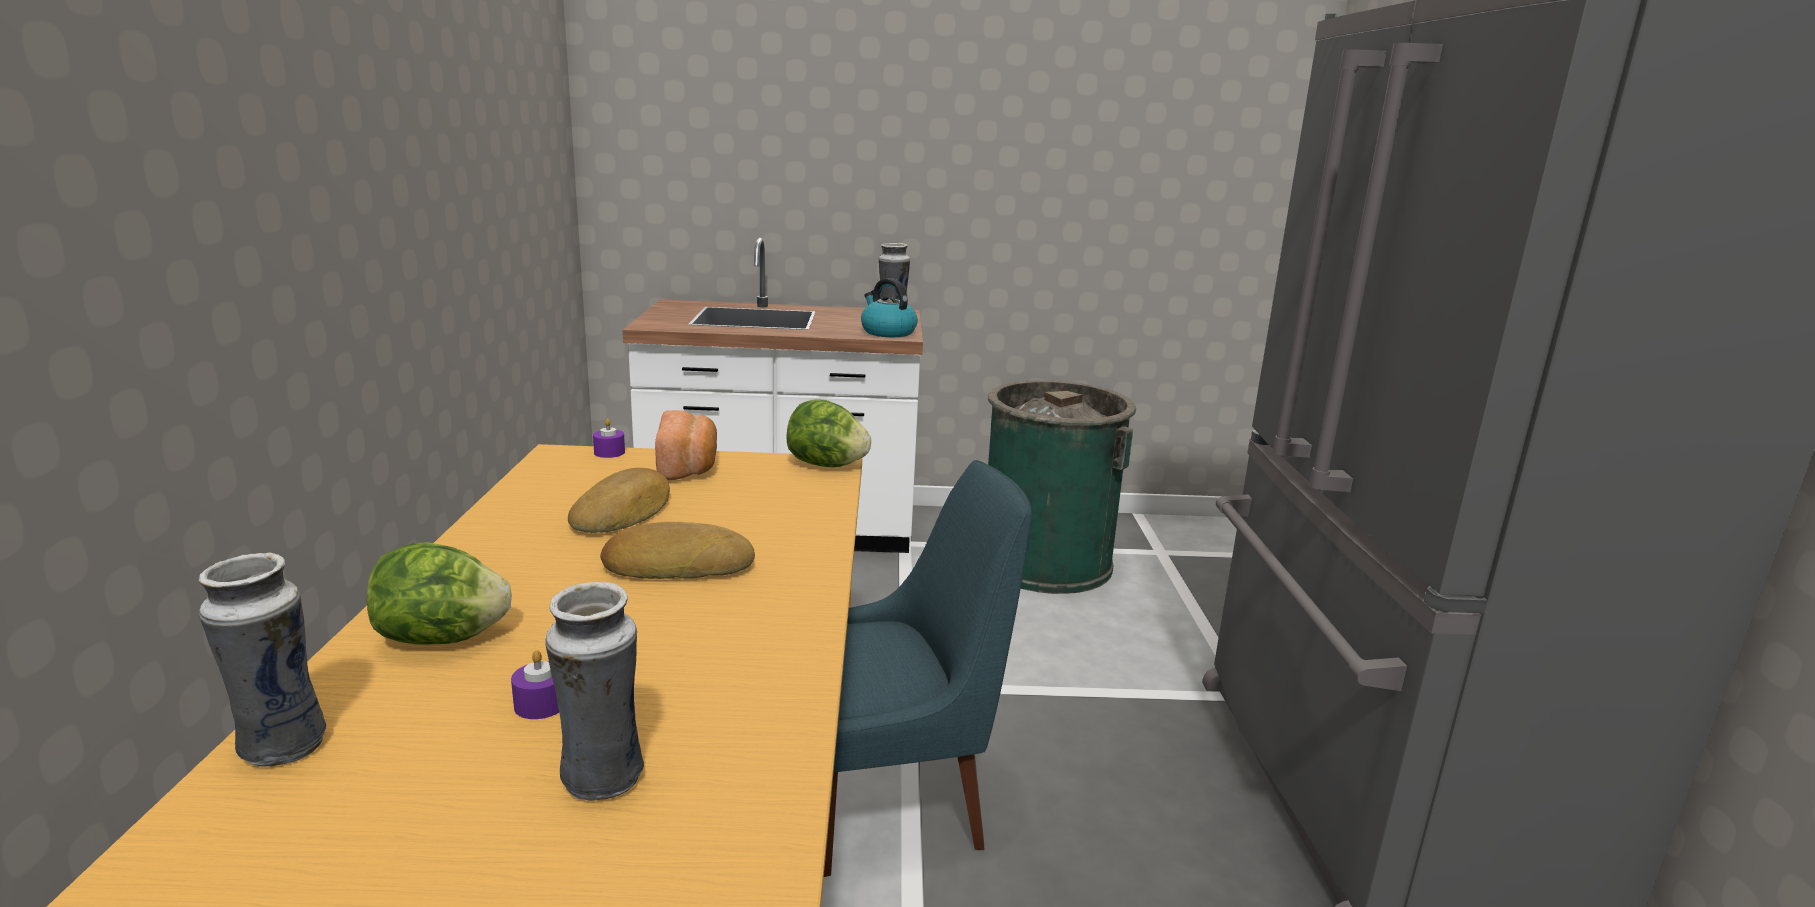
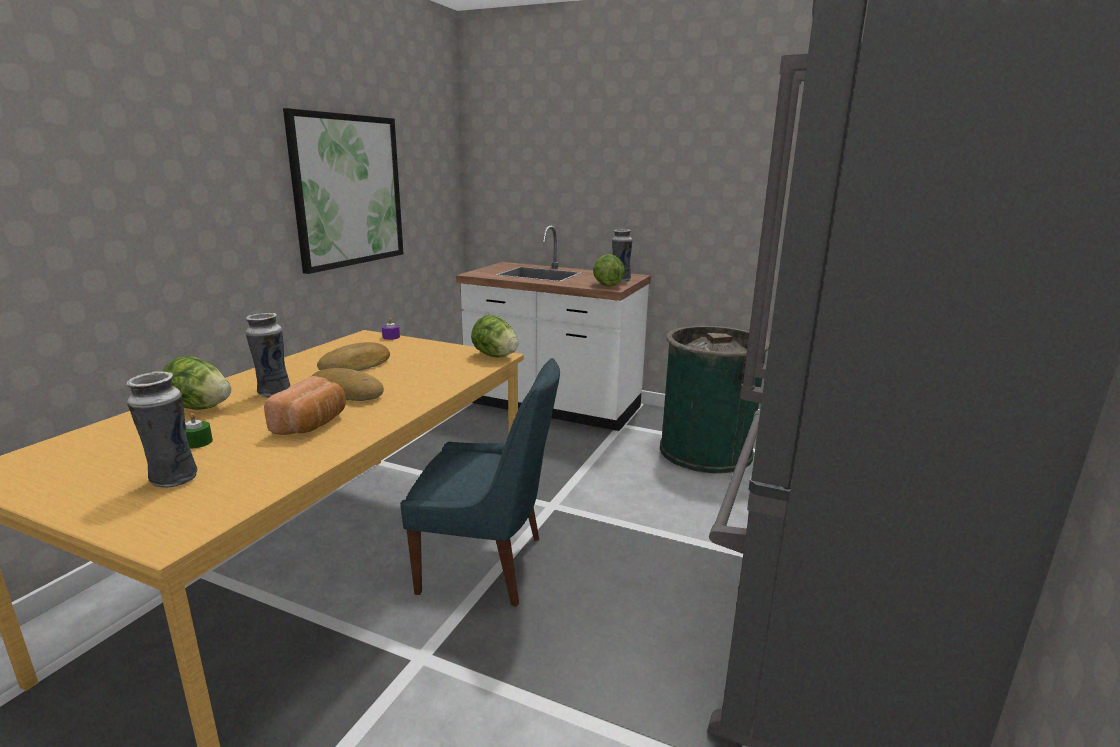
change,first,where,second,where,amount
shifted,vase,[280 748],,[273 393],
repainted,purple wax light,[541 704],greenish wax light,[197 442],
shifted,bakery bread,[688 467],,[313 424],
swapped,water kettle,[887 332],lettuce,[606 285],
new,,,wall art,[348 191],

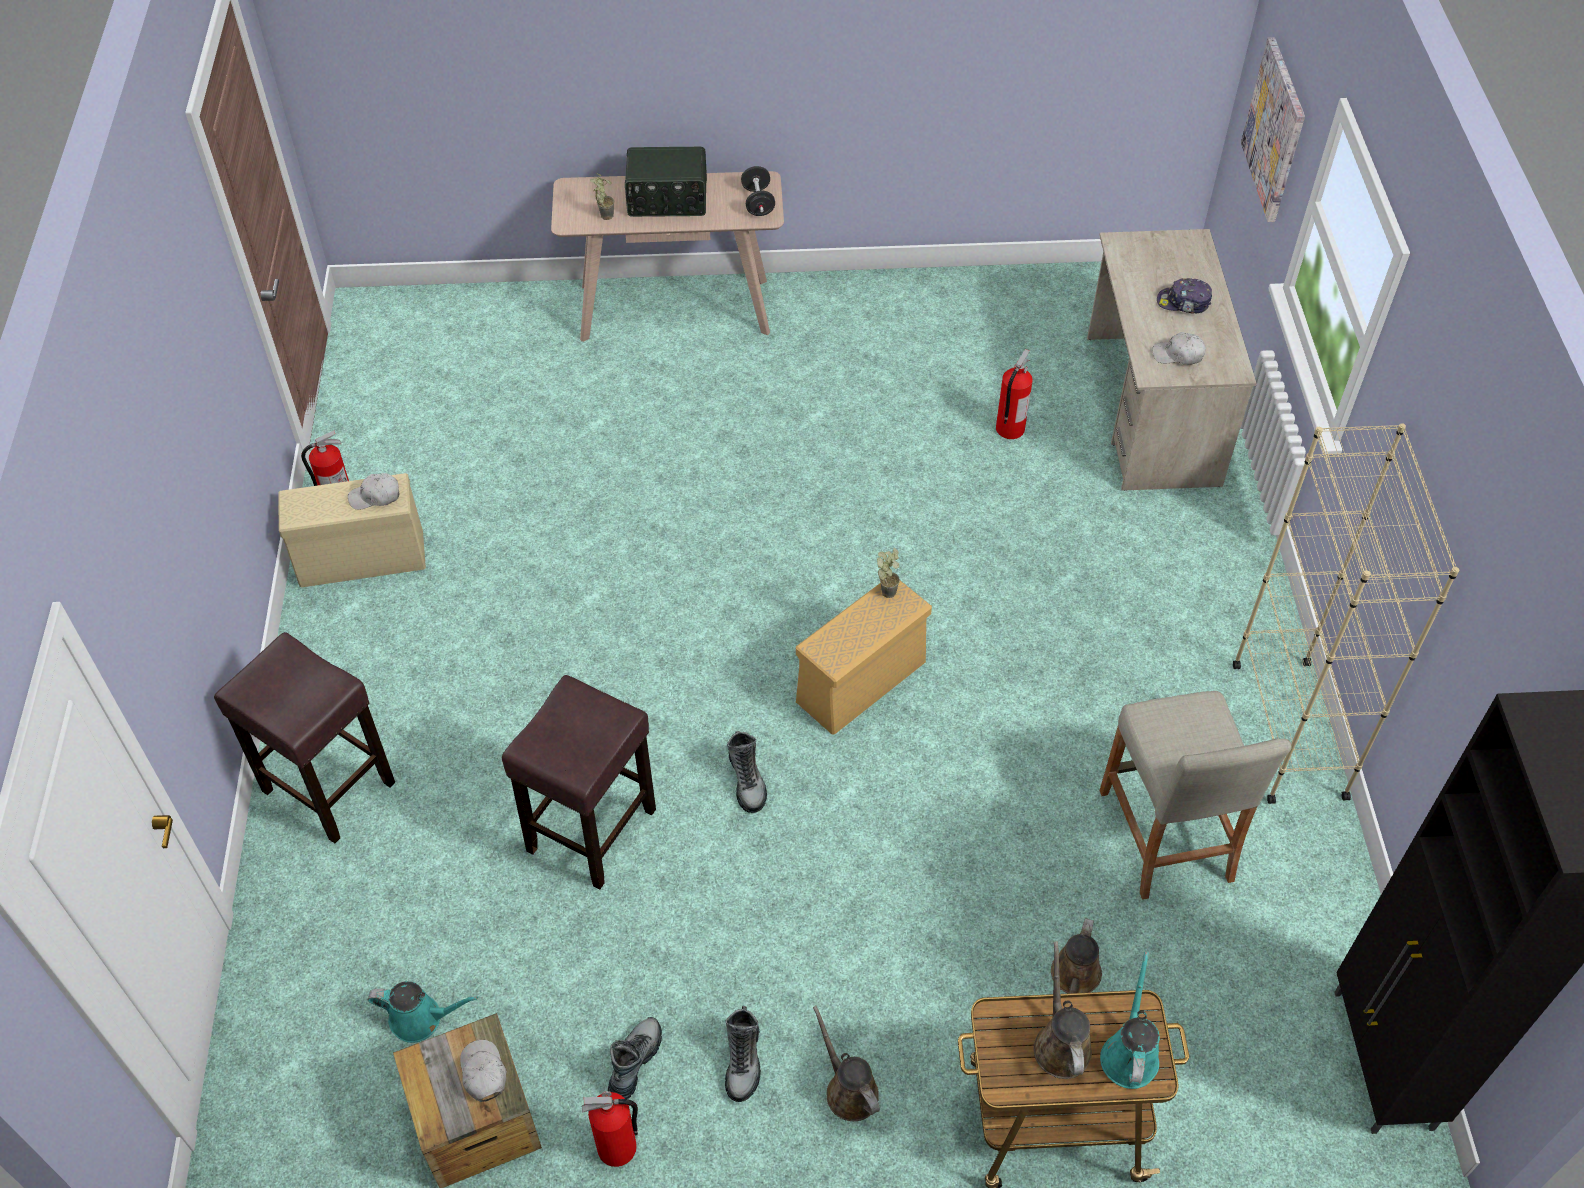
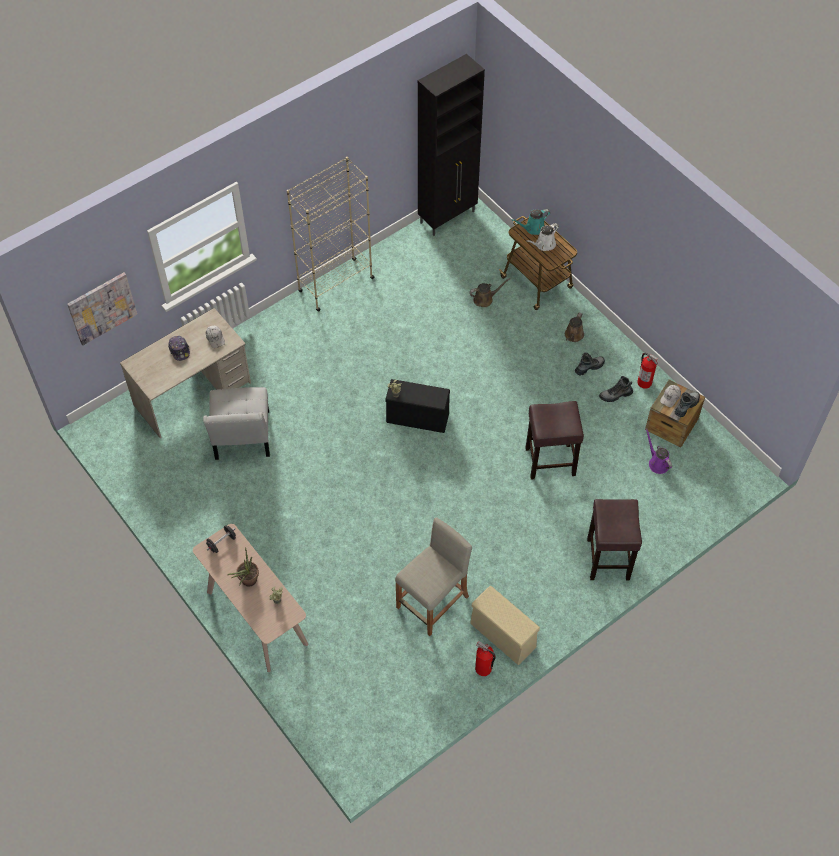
change,first,where,second,where,amount
gone,whitish cap,[375 496],,,
repainted,turquoise-coloured sprinkling can,[421 1018],purple sprinkling can,[657 463],
swapped,radio receiver,[667 200],potted plant,[247 582],
shifted,boot,[747 781],,[686 406],
repainted,sand-coloured storage container,[860 683],blackish storage container,[418 418],
swapped,extinguisher,[1009 429],whitish chair,[242 439],
repainted,brown-coloured sprinkling can,[1060 1043],whitish sprinkling can,[544 245],
shifted,sand-coloured stool seat,[1165 835],,[433 602],

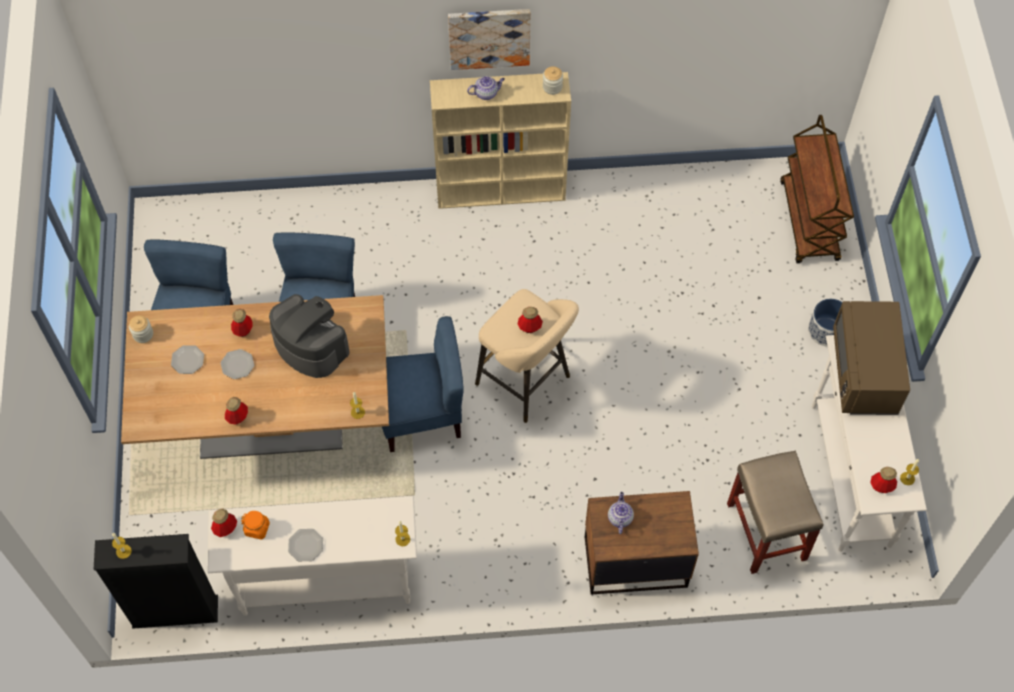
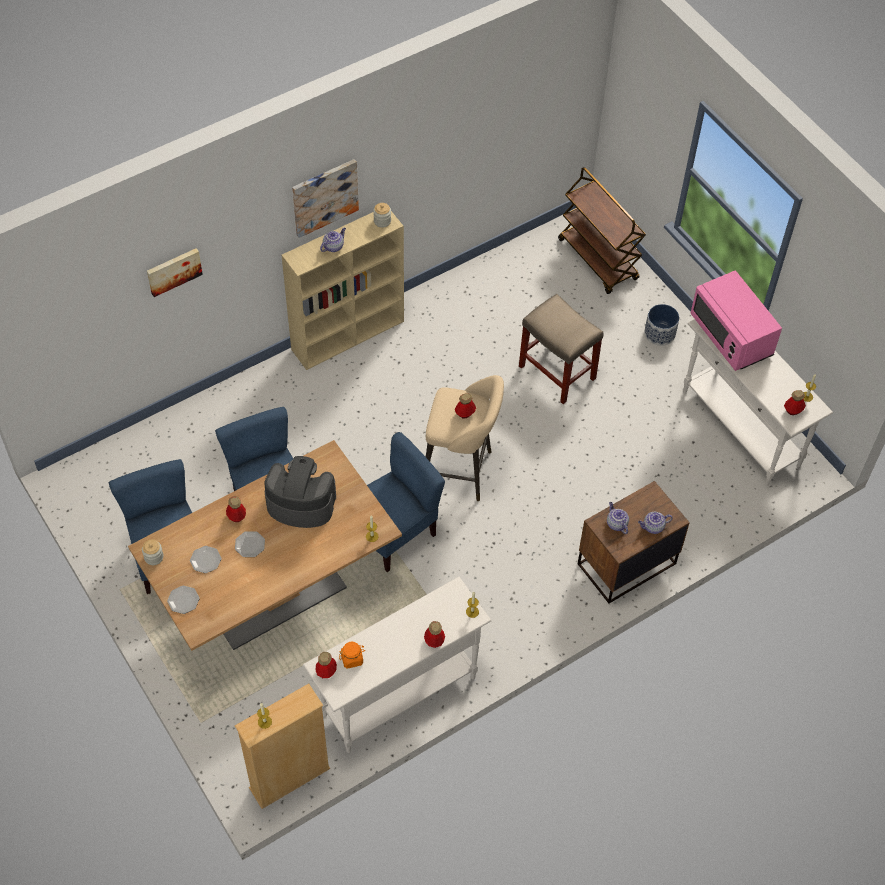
change,first,where,second,where,amount
repainted,blackish shelving unit,[175 612],sand-coloured shelving unit,[289 778],
shifted,bottle,[237 417],,[434 640],
shifted,dinner plate,[306 545],,[183 600],
shifted,sand-coloured stool seat,[765 530],,[556 372],
repainted,brown-coloured microwave,[865 372],pinkish microwave,[731 336],
new,,,wall art,[173 271],
new,,,teapot,[653 527],

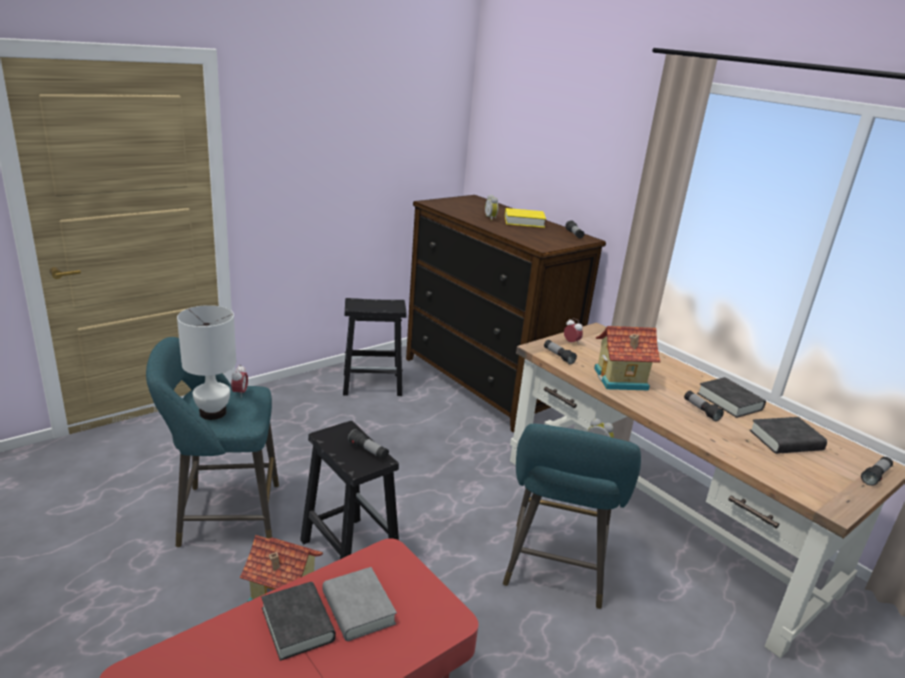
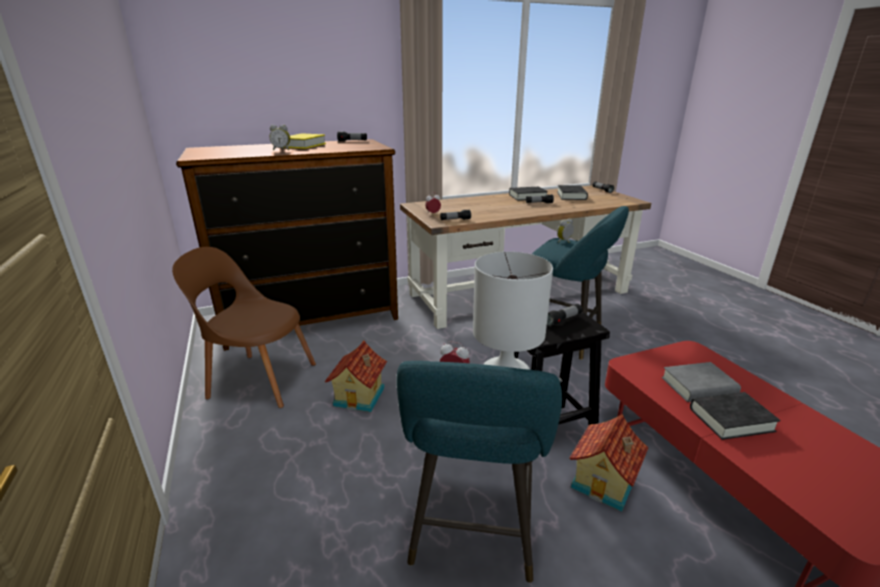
change,first,where,second,where,amount
swapped,blackish stool seat,[373 384],brown-coloured chair,[259 379],
shifted,miniature house,[621 380],,[360 396],

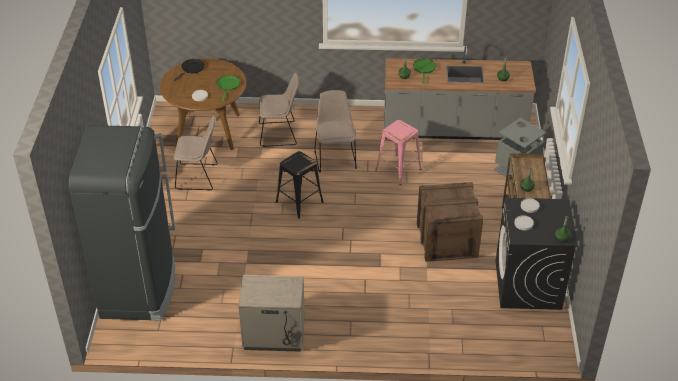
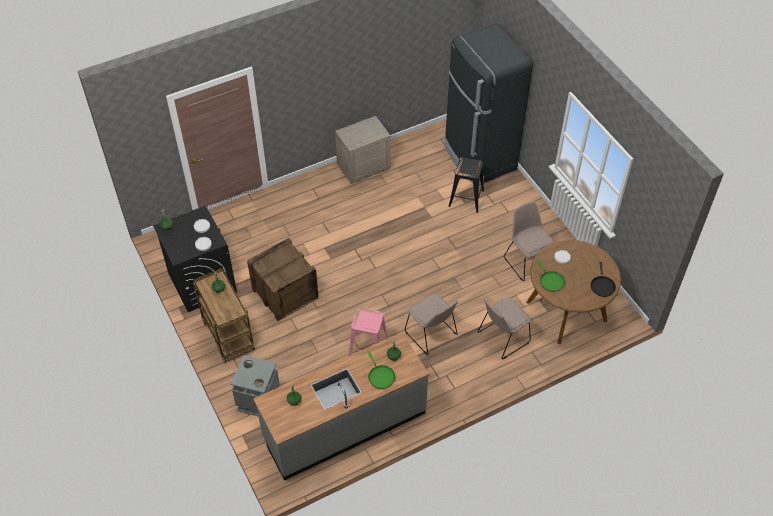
change,first,where,second,where,amount
rotated,sand-coloured chair,[199 177],,[527 261],90 degrees clockwise
shifted,blackish stool seat,[299 201],,[466 198],

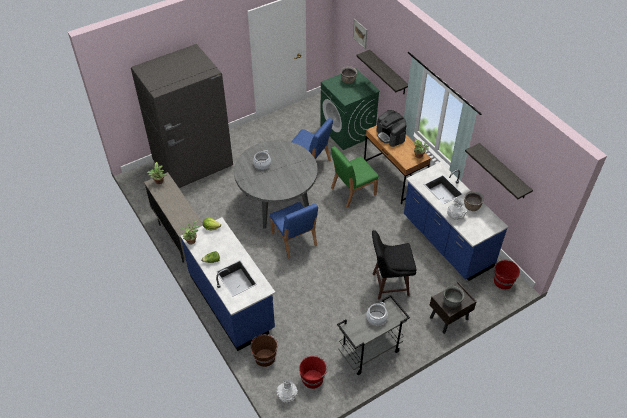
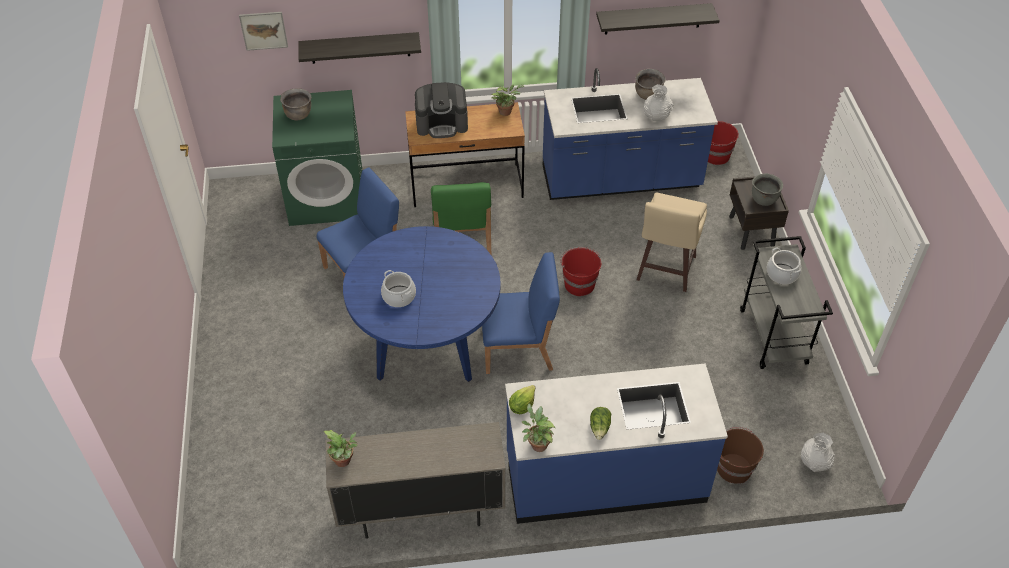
change,first,where,second,where,amount
gone,gray fridge,[193 165],,,
repainted,gray dinner table,[277 204],bluish dinner table,[427 343],
shifted,red-coloured water bucket,[313 378],,[579 284],
repainted,blackish stool seat,[389 284],sand-coloured stool seat,[665 269],

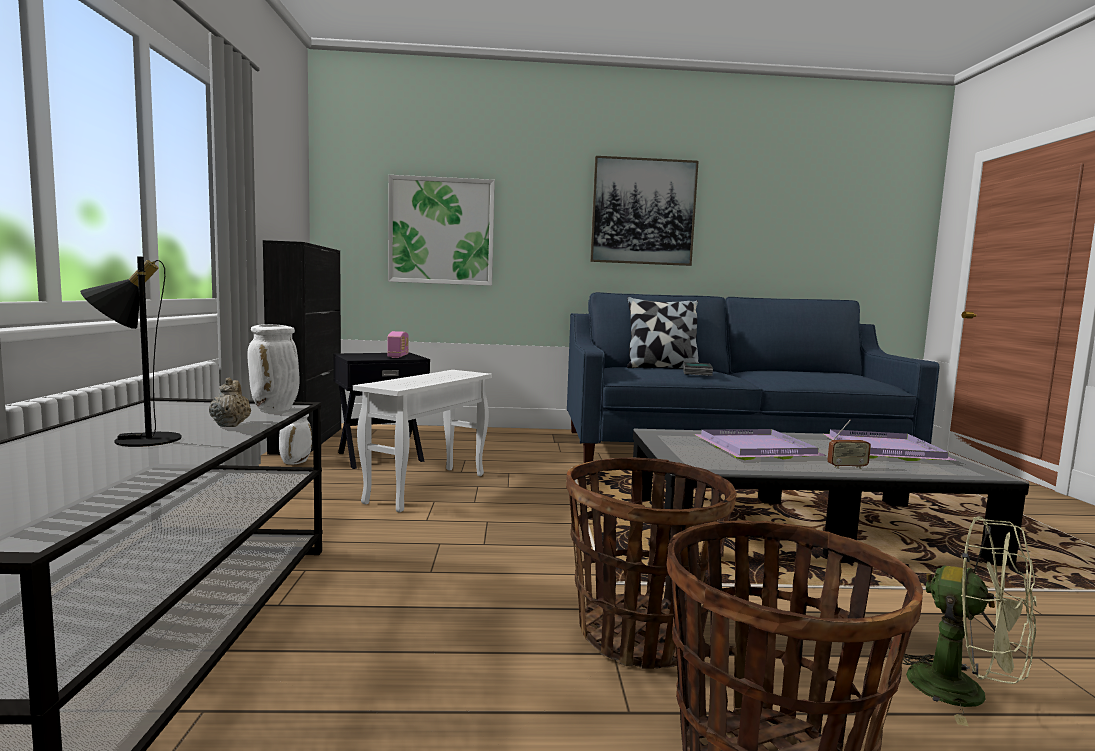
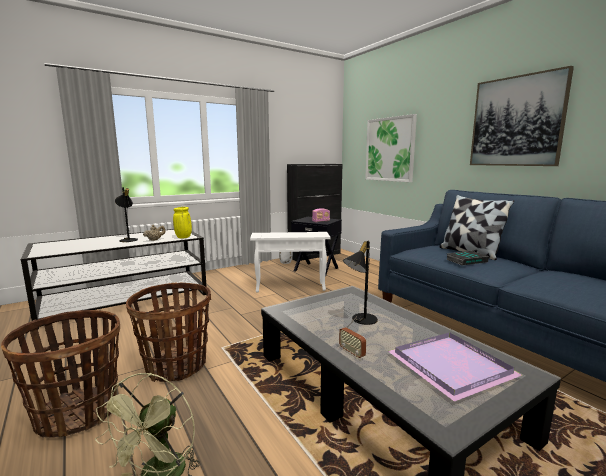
change,first,where,second,where,amount
repainted,whitish vase,[276 410],yellow-coloured vase,[183 237],
swapped,purple carrying tray,[756 448],blackish tabletop lamp,[360 320],

